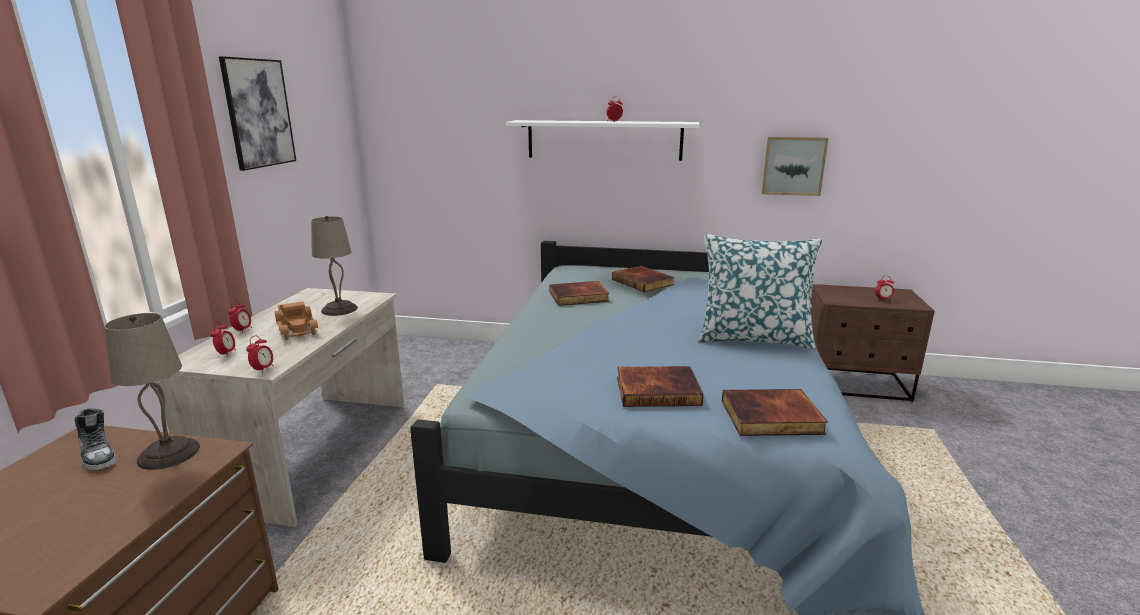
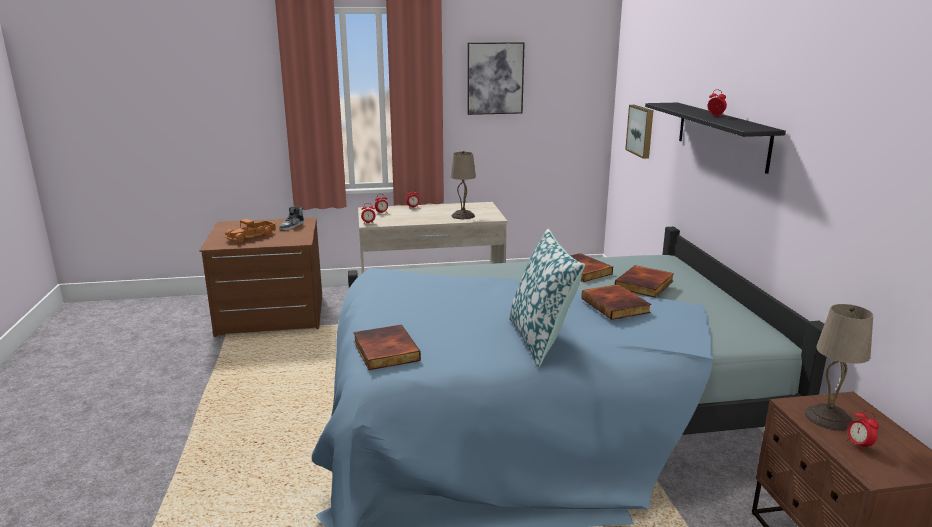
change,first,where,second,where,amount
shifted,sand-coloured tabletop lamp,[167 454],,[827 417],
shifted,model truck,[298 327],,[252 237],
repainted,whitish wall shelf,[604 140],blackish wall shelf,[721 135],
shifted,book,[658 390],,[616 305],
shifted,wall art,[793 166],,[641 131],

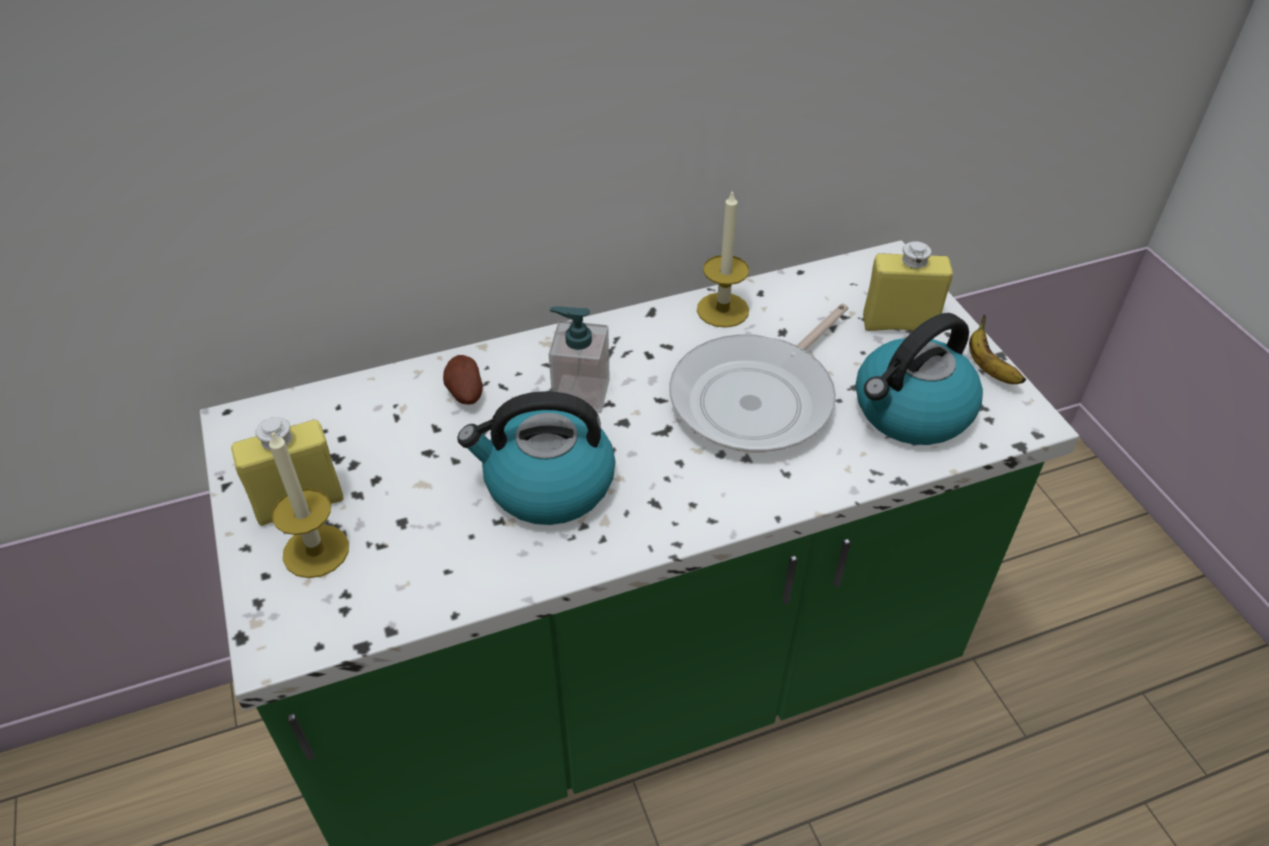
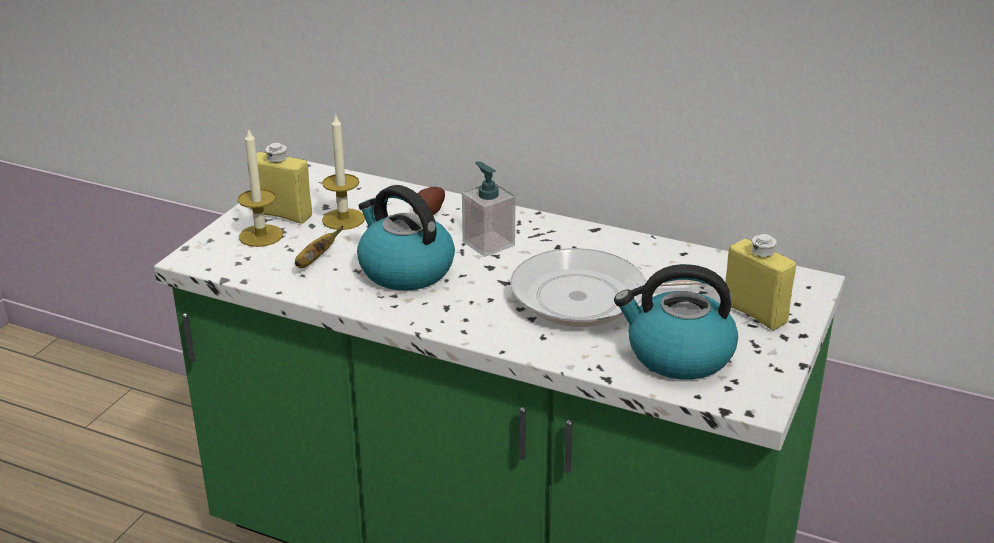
change,first,where,second,where,amount
shifted,wax light,[722 310],,[343 219],
shifted,banana,[988 368],,[315 260],

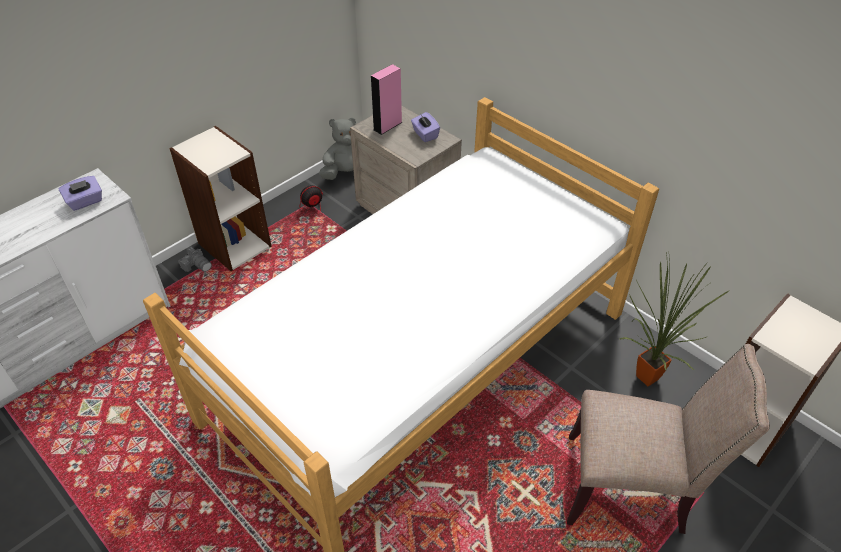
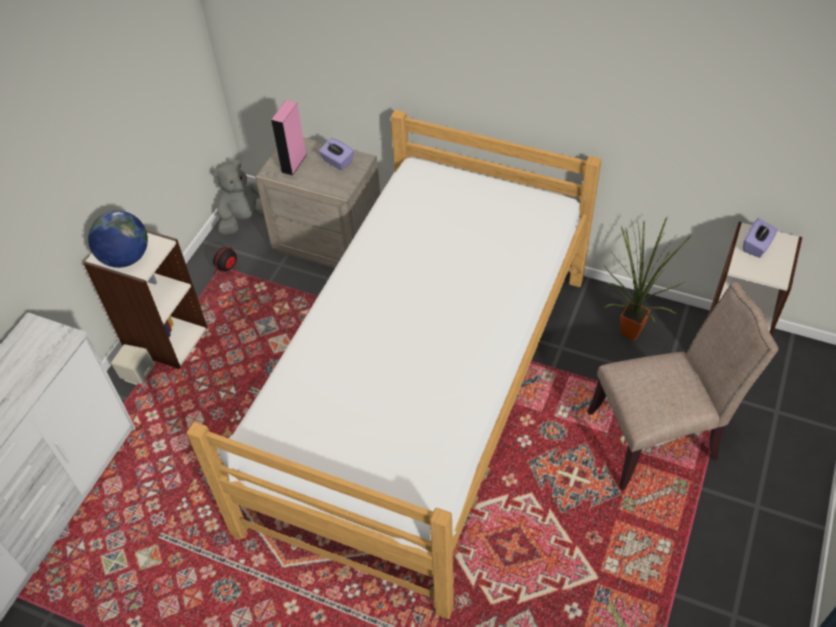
change,first,where,second,where,amount
shifted,purple tissue box,[85 202],,[757 246],
swapped,still camera,[197 265],sand-coloured audio speaker,[138 374],
new,,,globe,[125 258],

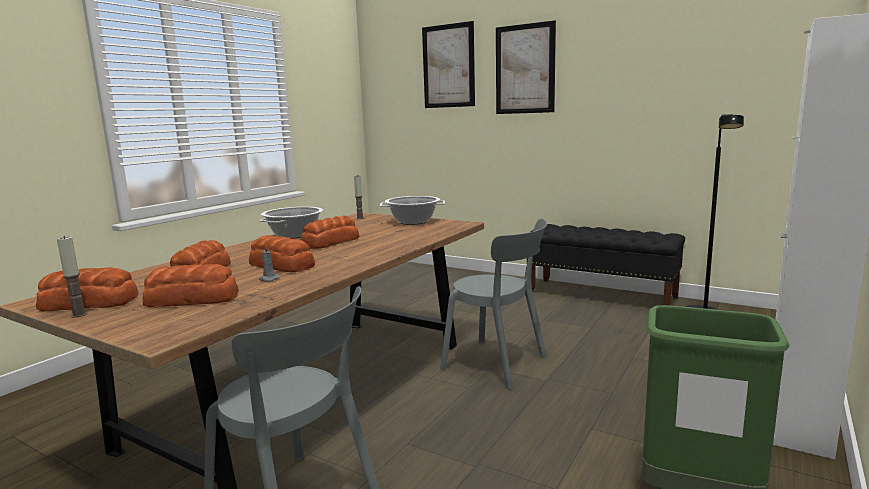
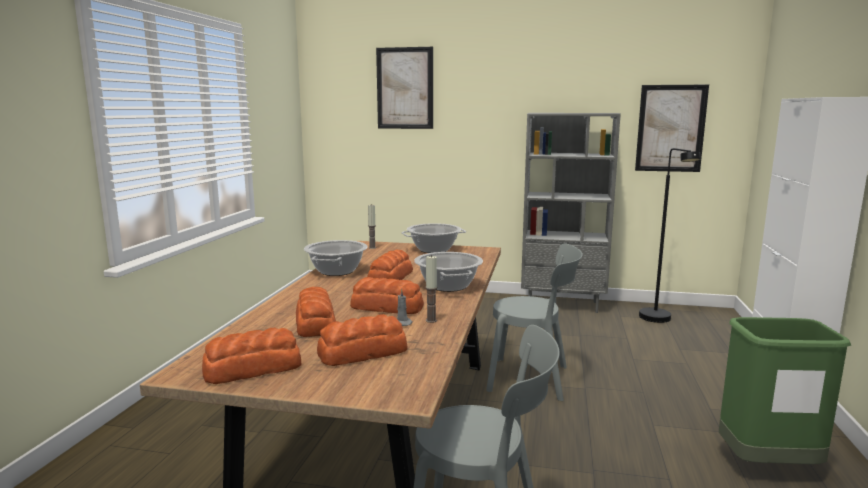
change,first,where,second,where,amount
shifted,wax light,[79 315],,[431 320],
shifted,wall art,[525 69],,[670 128],
swapped,blackish indoor bench,[601 295],gray shelving unit,[563 305],
new,,,stockpot,[448 286],

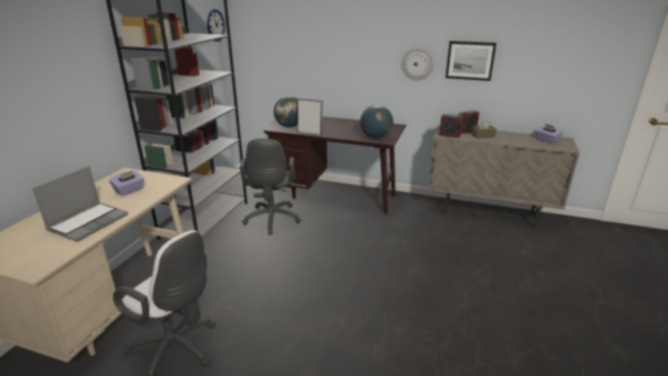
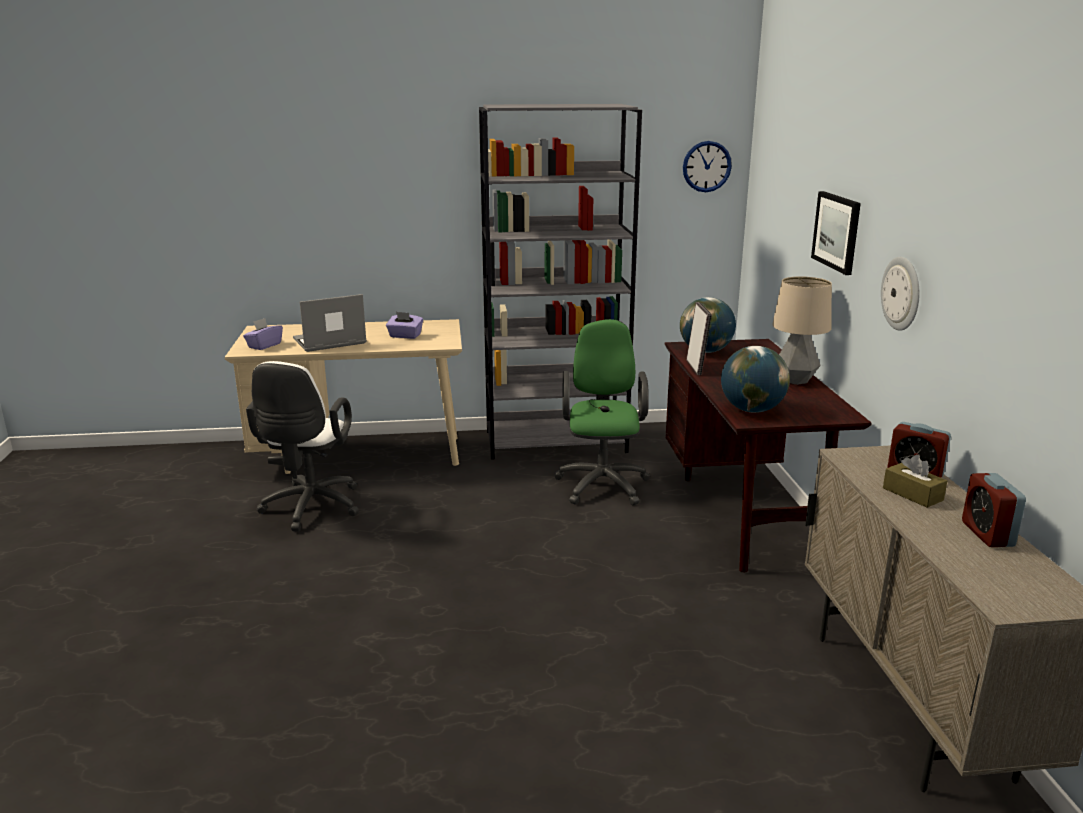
change,first,where,second,where,amount
rotated,laptop,[89 222],,[329 342],150 degrees clockwise
rotated,greenish desk chair,[272 220],,[602 483],120 degrees clockwise
shifted,table clock,[449 135],,[987 534],
shifted,wall art,[470 60],,[837 231],
shifted,purple tissue box,[547 140],,[264 345],
new,,,tabletop lamp,[795 380],

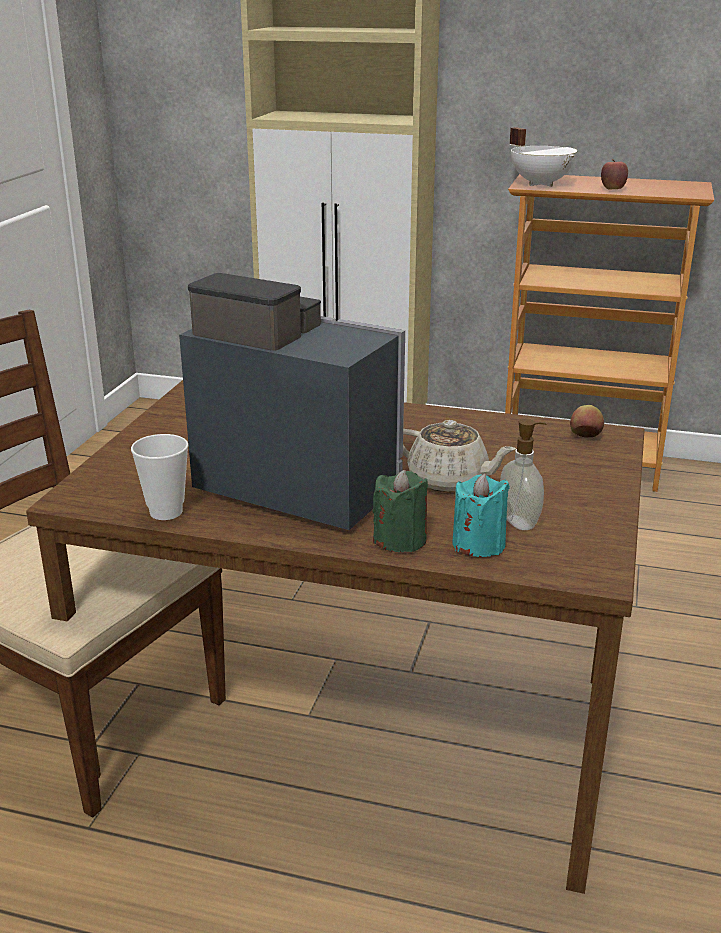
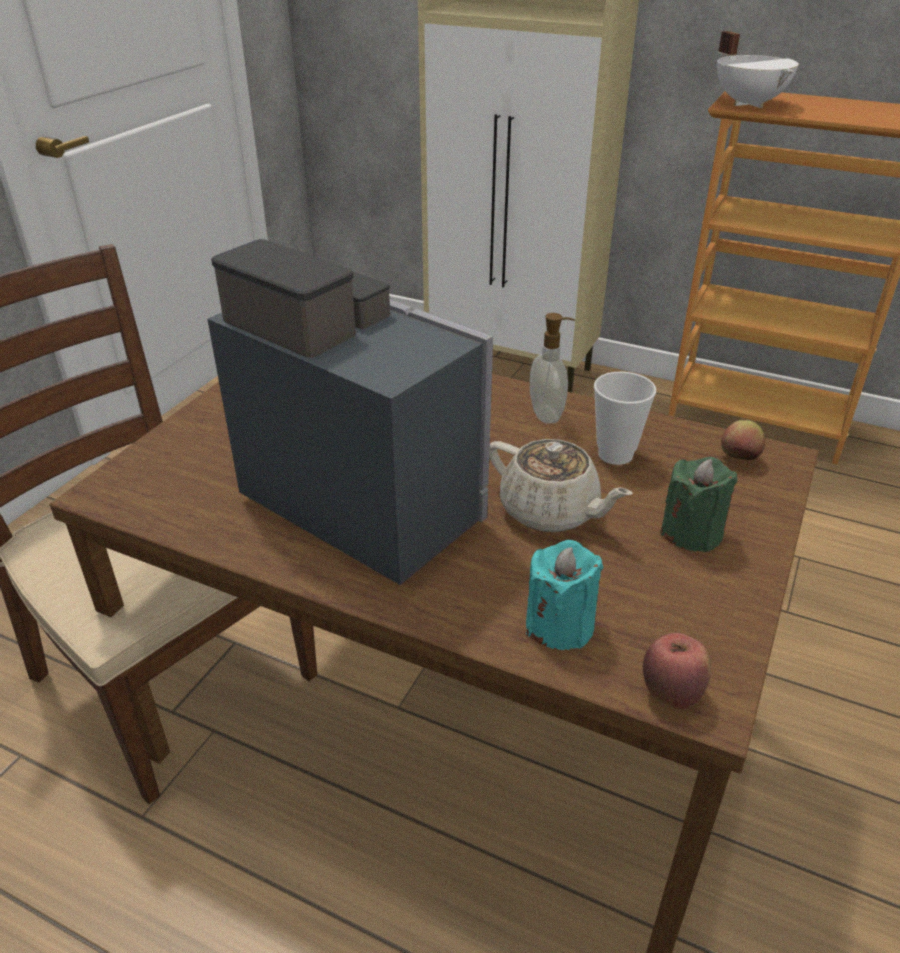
change,first,where,second,where,amount
shifted,cup,[166 512],,[615 454],
shifted,greenish wax light,[400 540],,[691 533],
shifted,soap bottle,[520 522],,[547 414],
shifted,apple fruit,[613 189],,[671 693],

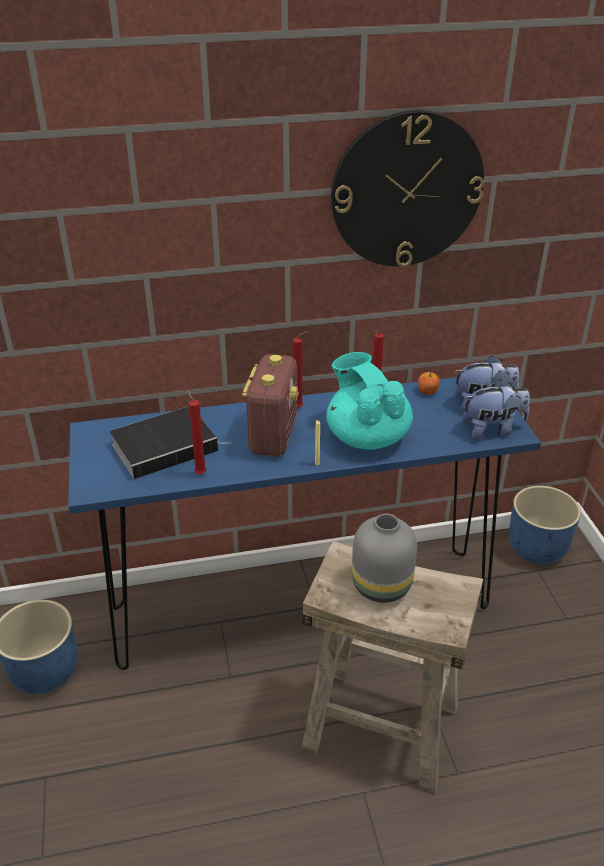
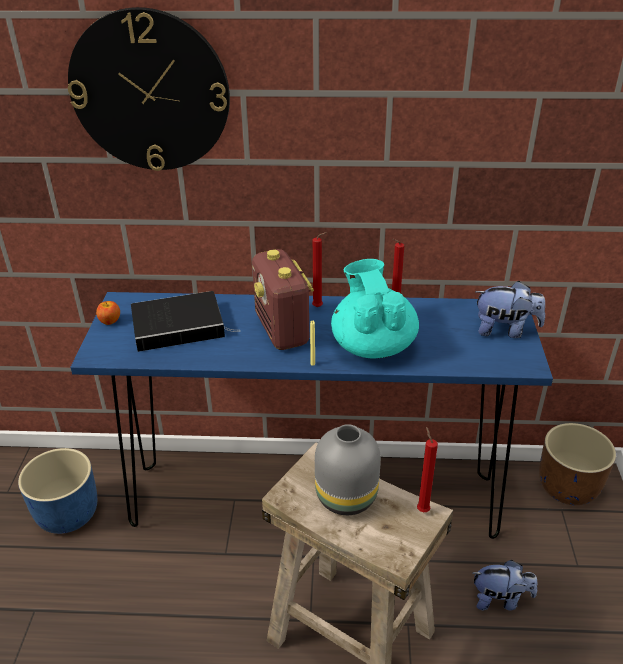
change,first,where,second,where,amount
shifted,red-coloured wax light,[199 473],,[422 509],
rotated,radio receiver,[273 435],,[282 330],135 degrees clockwise
shifted,clock on the wall,[406 190],,[150 92],
shifted,apple fruit,[427 391],,[110 321],
shifted,soft toy,[492 430],,[500 599],
repainted,bluish planter,[536 548],brown-coloured planter,[567 487],

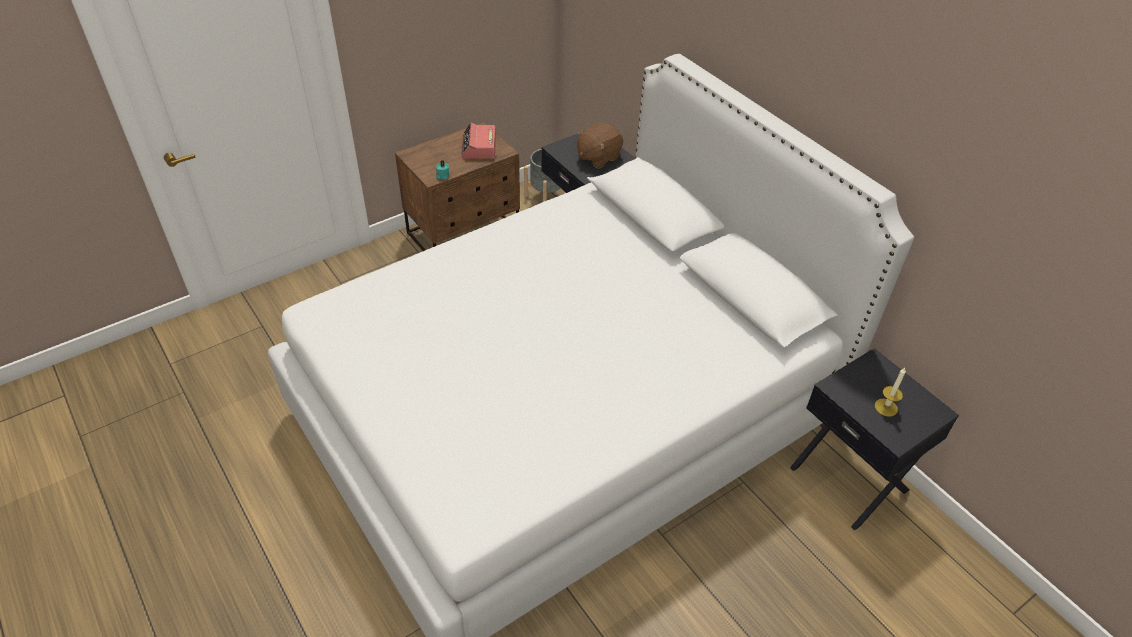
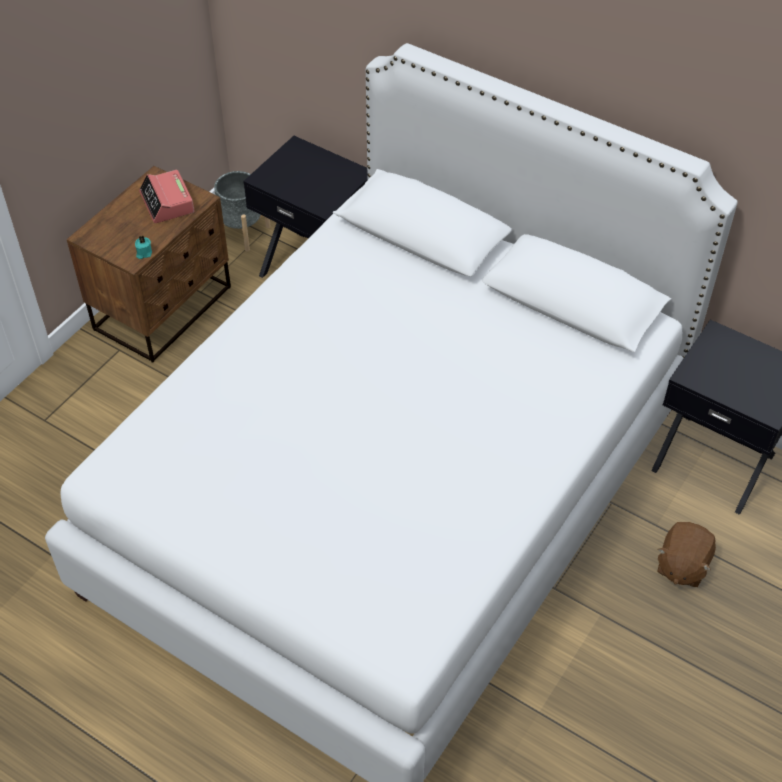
change,first,where,second,where,amount
shifted,brown-coloured soft toy,[598 157],,[681 565],
gone,wax light,[886 407],,,

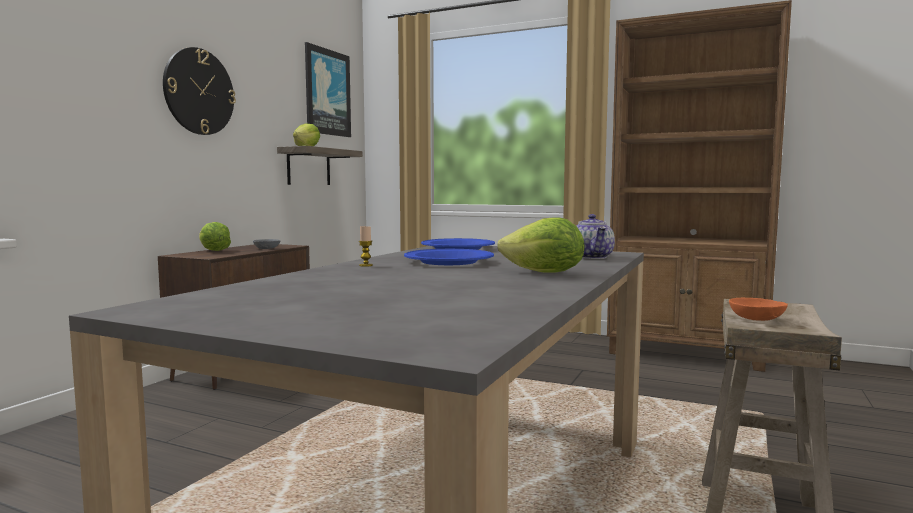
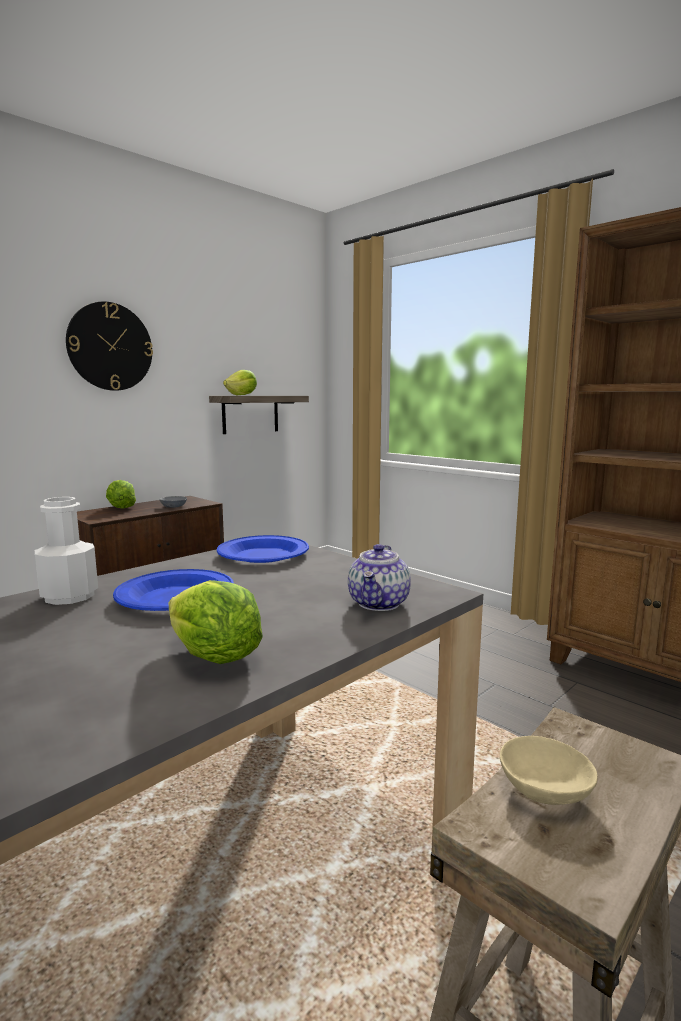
change,first,where,second,where,amount
gone,wall art,[327 92],,,
swapped,wax light,[366 265],whitish bottle,[69 596],
repainted,orangey serving bowl,[757 318],sand-coloured serving bowl,[547 787],

